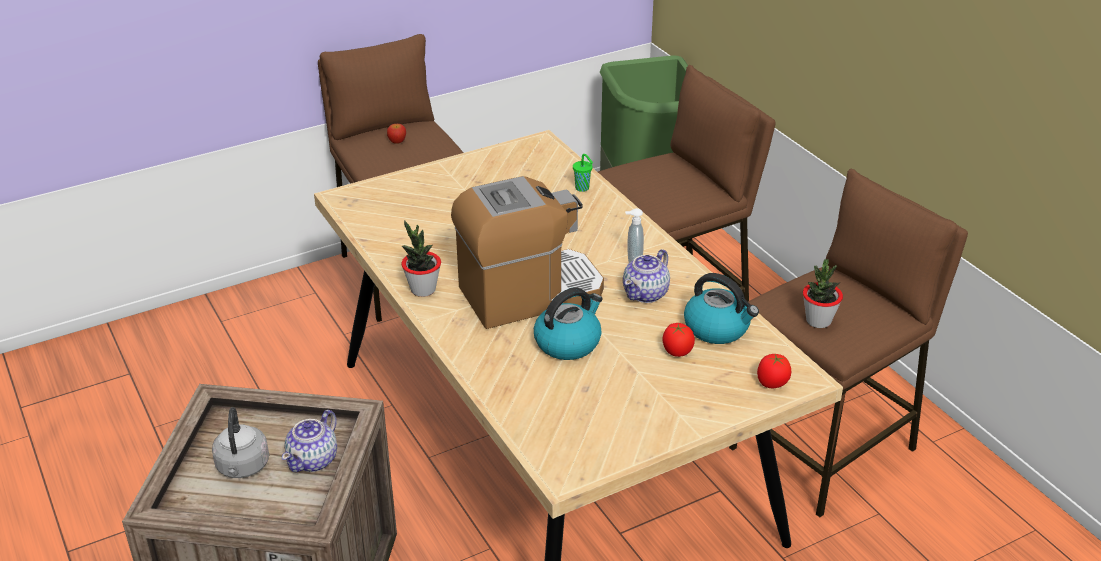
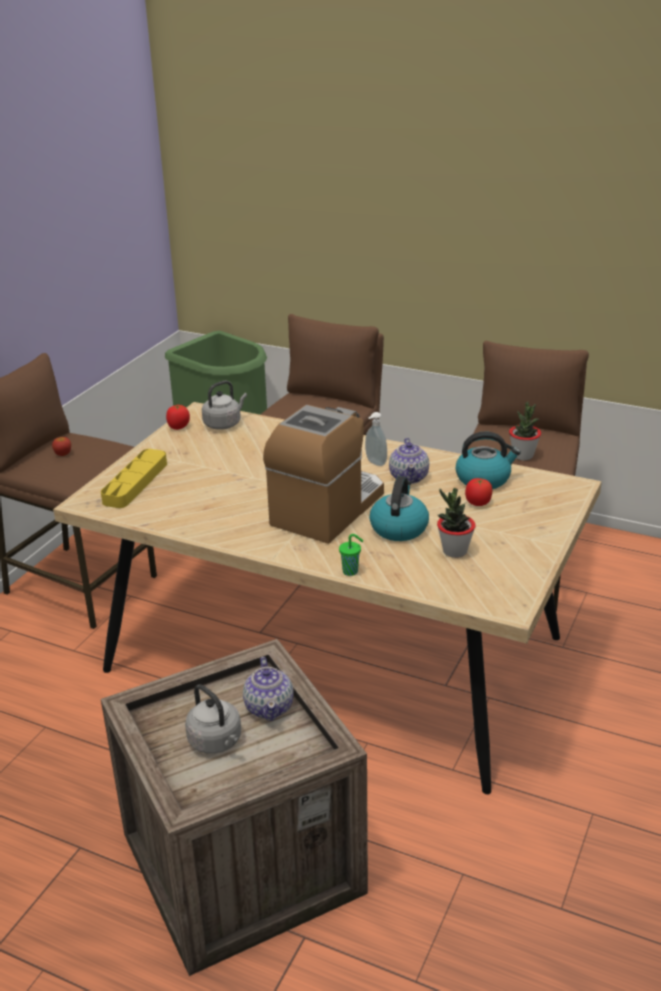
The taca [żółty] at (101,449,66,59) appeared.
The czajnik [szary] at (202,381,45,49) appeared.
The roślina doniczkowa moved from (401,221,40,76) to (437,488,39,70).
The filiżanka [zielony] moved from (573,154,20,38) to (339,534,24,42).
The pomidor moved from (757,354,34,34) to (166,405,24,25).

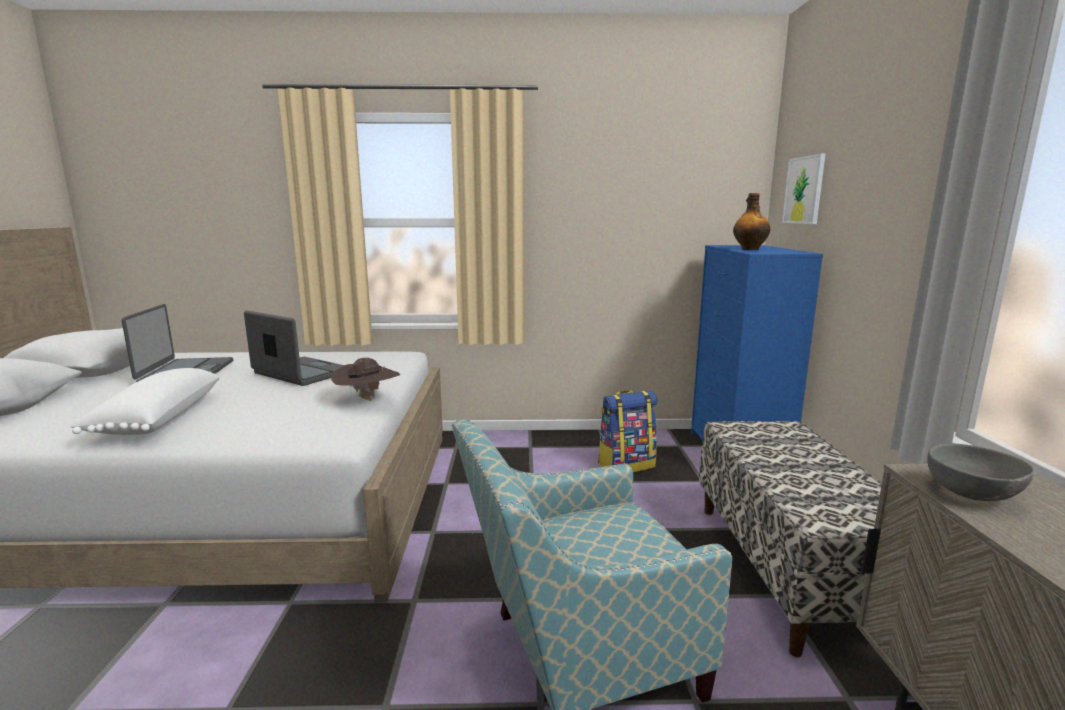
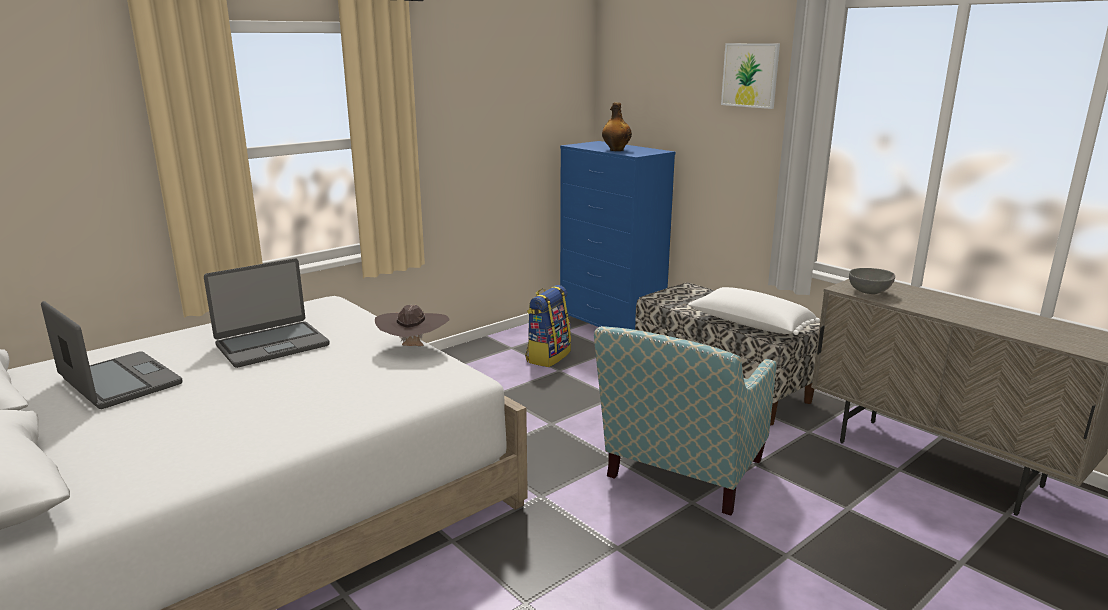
The poduszka [biały] moved from (70,368,150,67) to (688,287,132,48).
The obraz moved from (782,154,43,70) to (721,43,59,66).
The laptop at (244,310,100,76) turned 150 degrees clockwise.

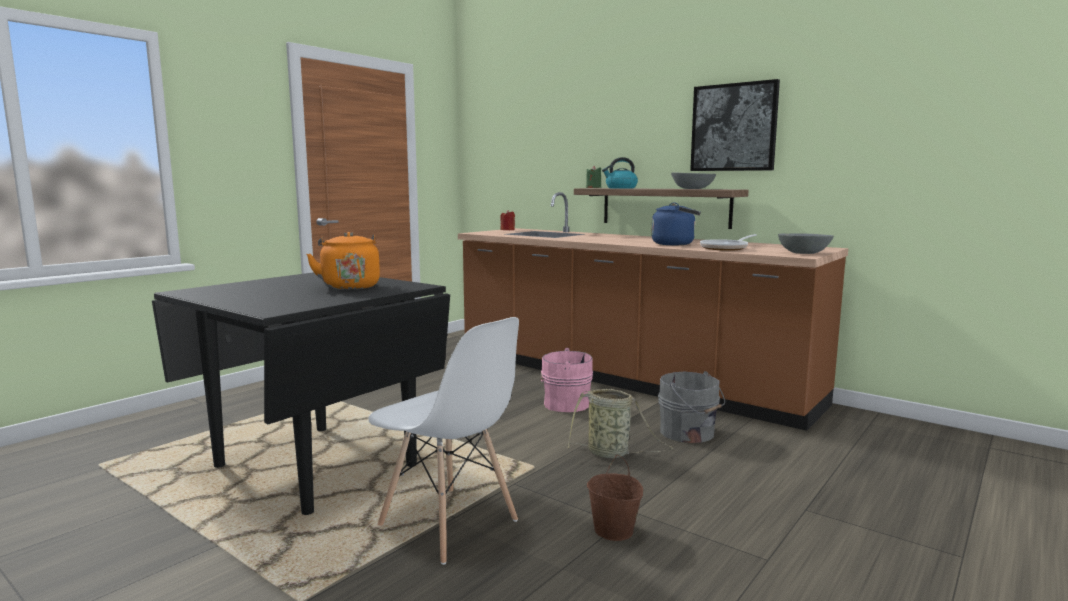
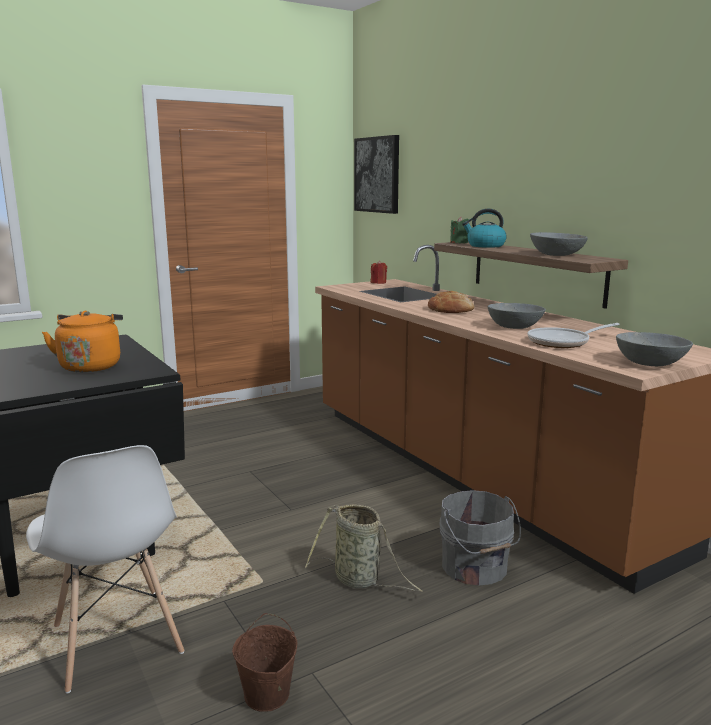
The wiadro [różowy] at (540,348,53,64) disappeared.
The chleb at (428,291,46,22) appeared.
The obraz moved from (690,79,90,92) to (354,135,45,79).
The czajnik [niebieski] at (651,203,50,42) was replaced by the miska [szary] at (488,303,58,26).

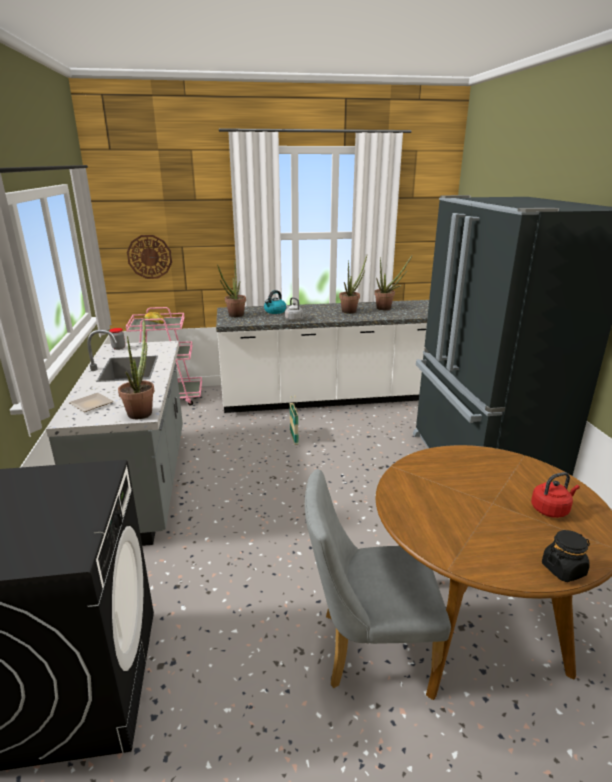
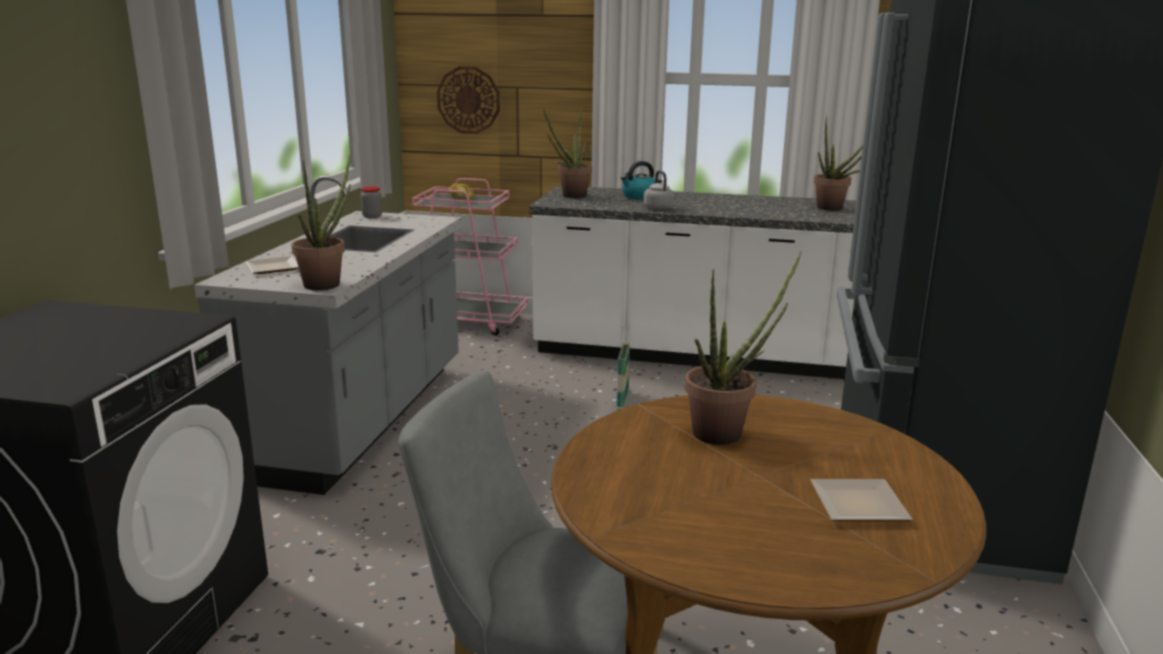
The słoik [czarny] at (542,530,48,52) disappeared.
The roślina doniczkowa moved from (339,255,28,59) to (685,251,117,194).
The czajnik [czerwony] at (531,472,49,46) was replaced by the talerz at (810,479,103,42).

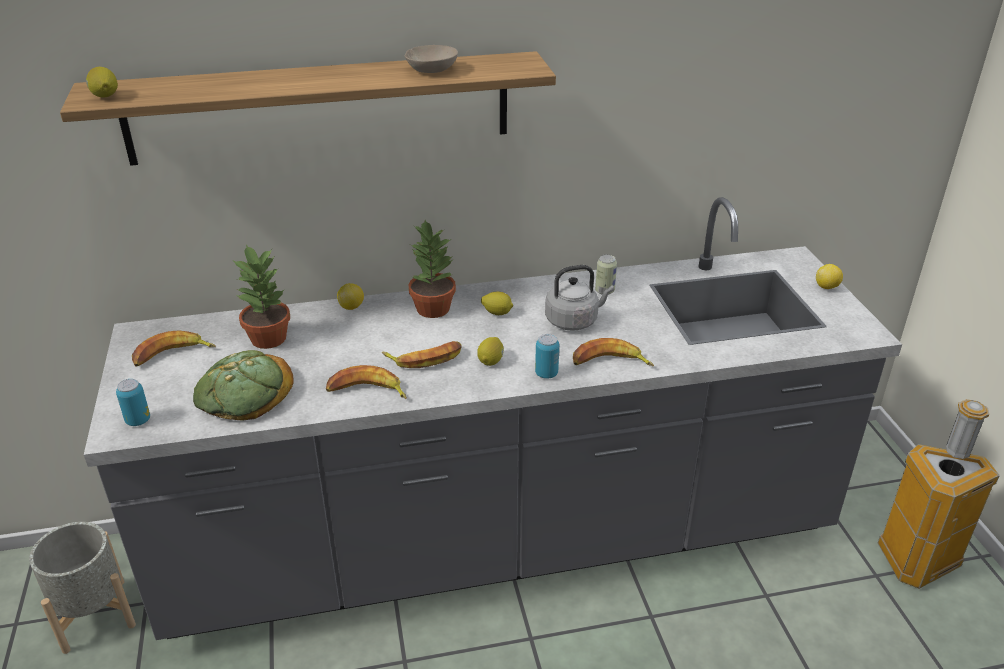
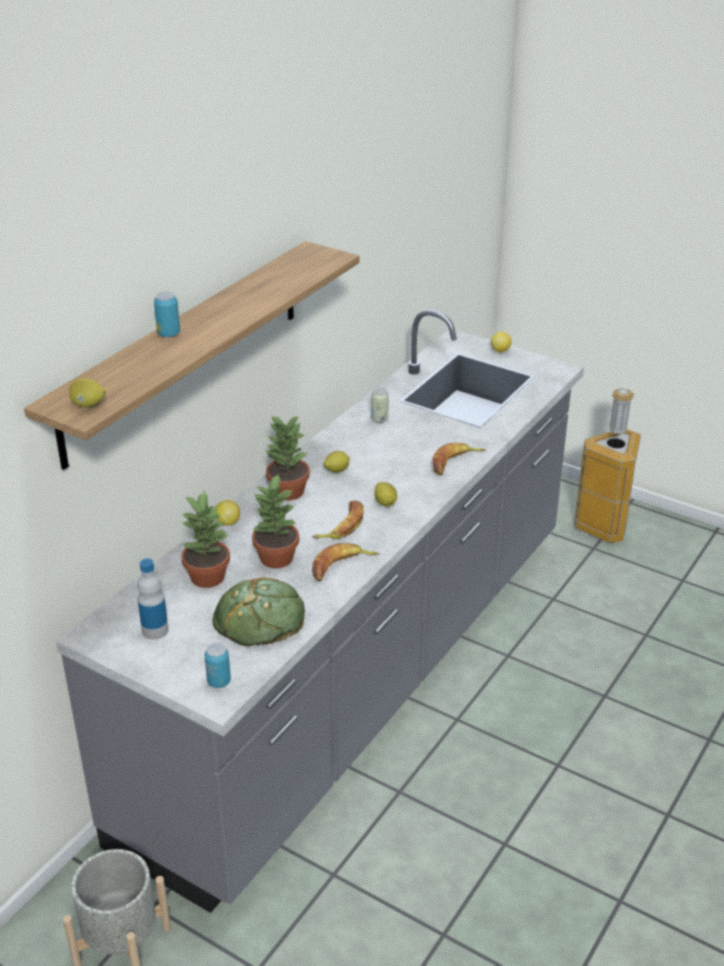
The miska [beżowy] at (405,45,53,28) disappeared.
The czajnik [szary] at (545,265,69,66) disappeared.
The roślina doniczkowa at (251,475,48,93) appeared.
The puszka moved from (535,334,24,45) to (154,291,26,46).
The banan at (132,330,84,37) was replaced by the butelka at (137,558,31,82).

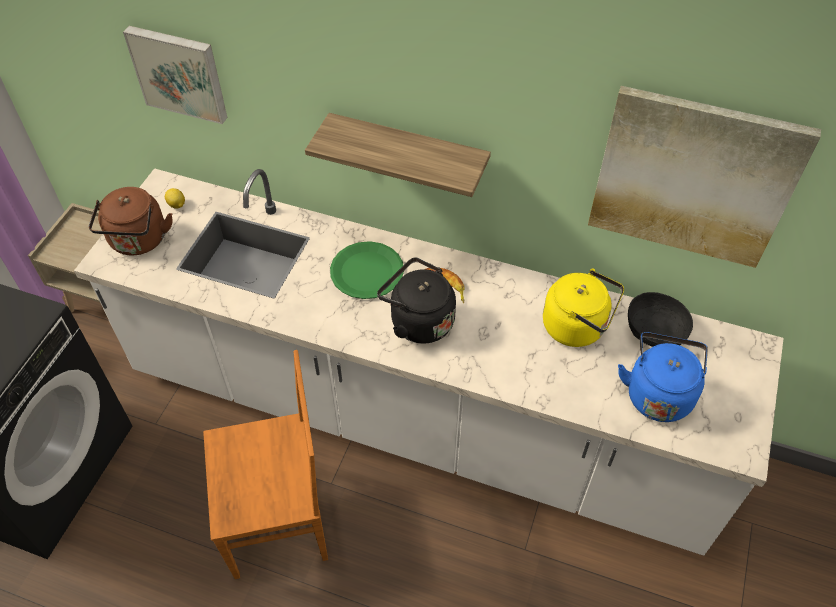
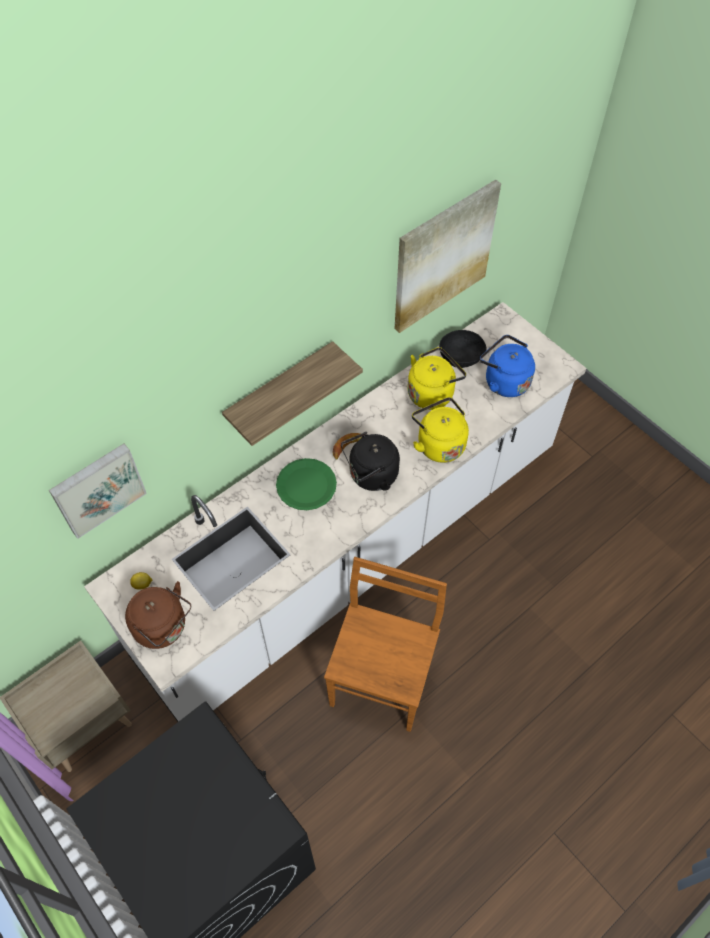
The czajnik [żółty] at (412,397,57,66) appeared.

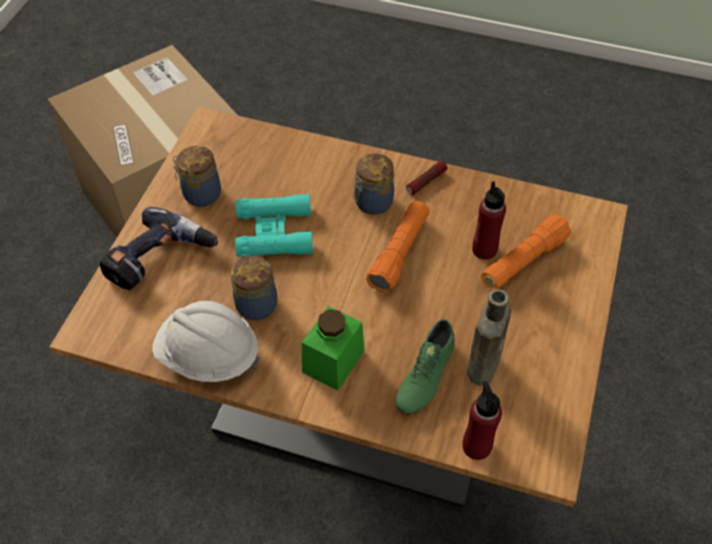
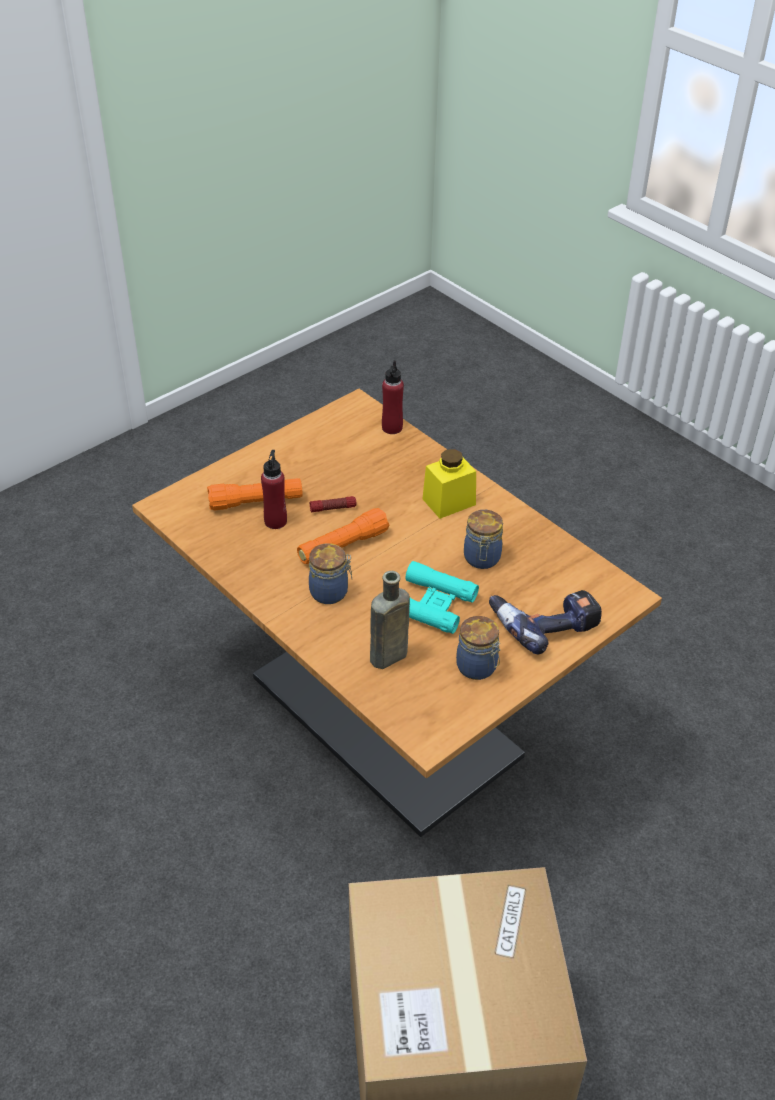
The kask [biały] at (152,301,108,81) disappeared.
The but [zielony] at (396,319,59,95) disappeared.
The latarka moved from (406,160,41,35) to (310,496,46,16).
The butelka [brązowy] moved from (467,289,44,97) to (370,571,40,98).
The słoik [zielony] at (302,306,62,85) became the słoik [żółty] at (422,449,54,70).

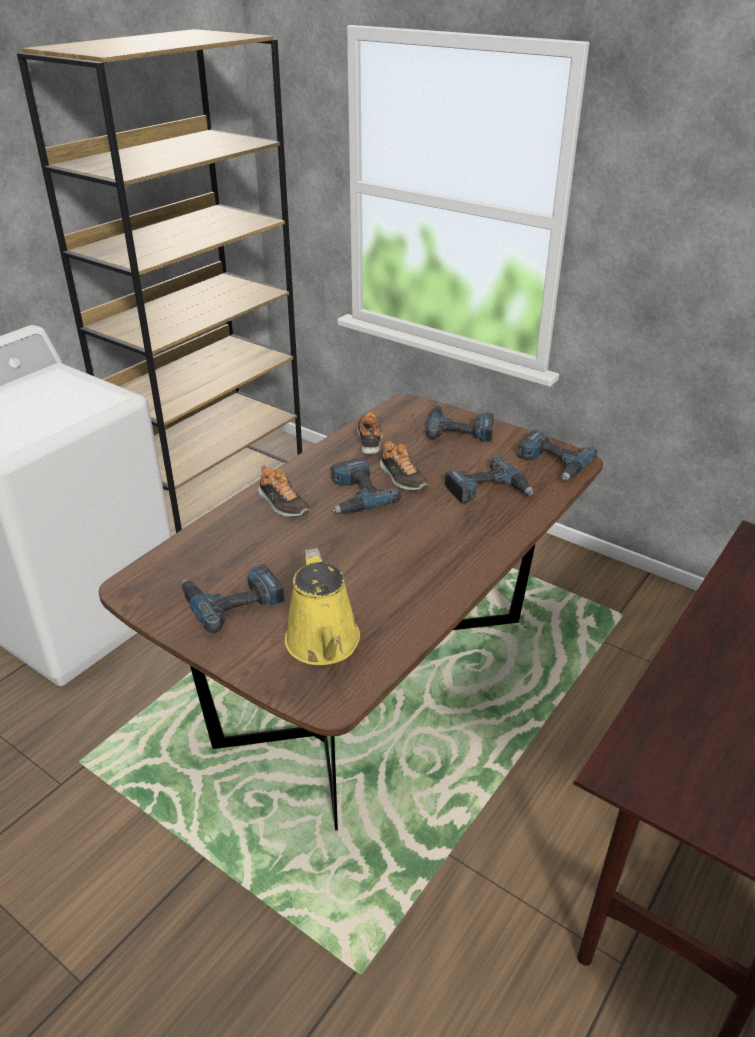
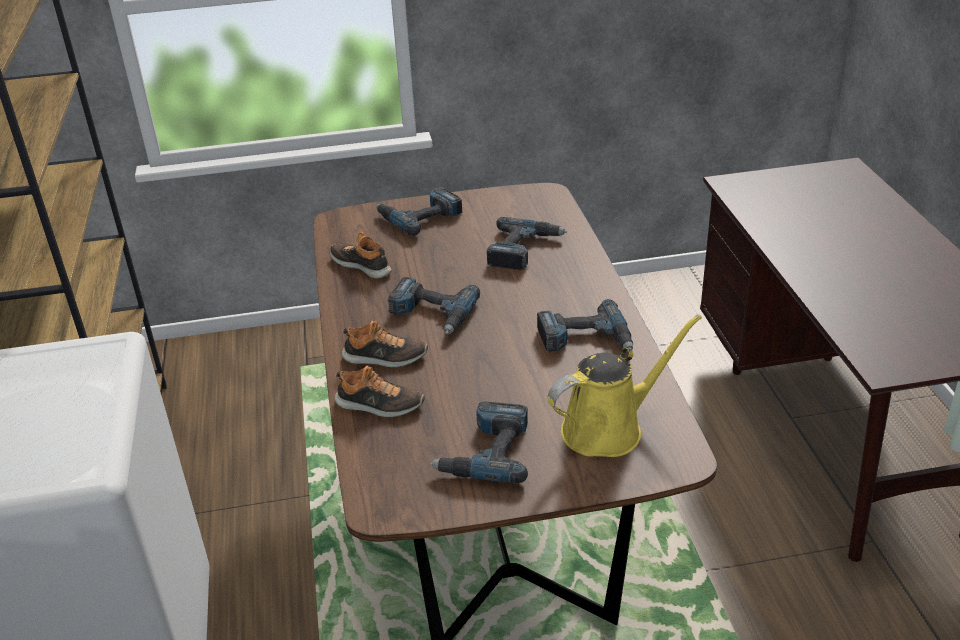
The but moved from (379,440,49,50) to (335,366,90,51).
The wiertarka moved from (517,430,80,51) to (537,299,96,53).
The konewka [żółty] at (285,548,75,117) turned 60 degrees counterclockwise.

